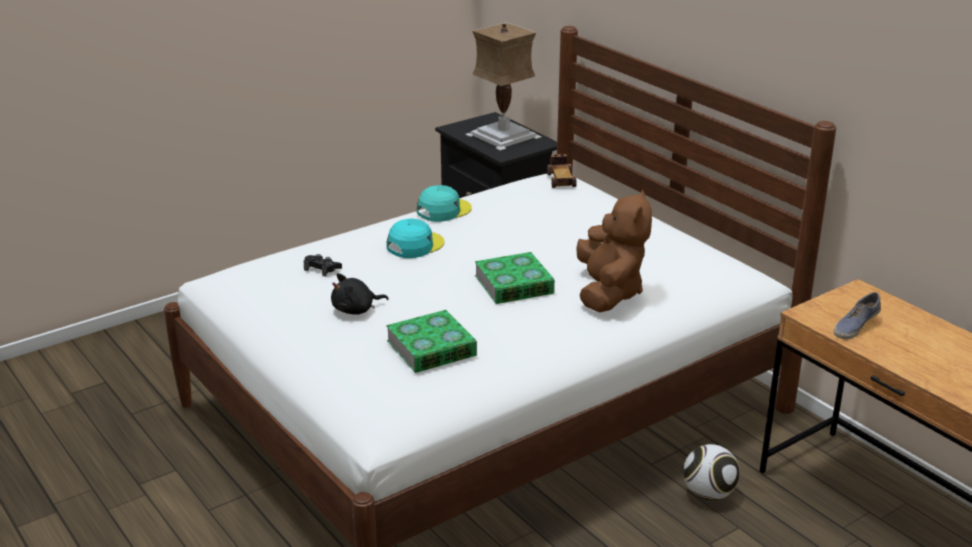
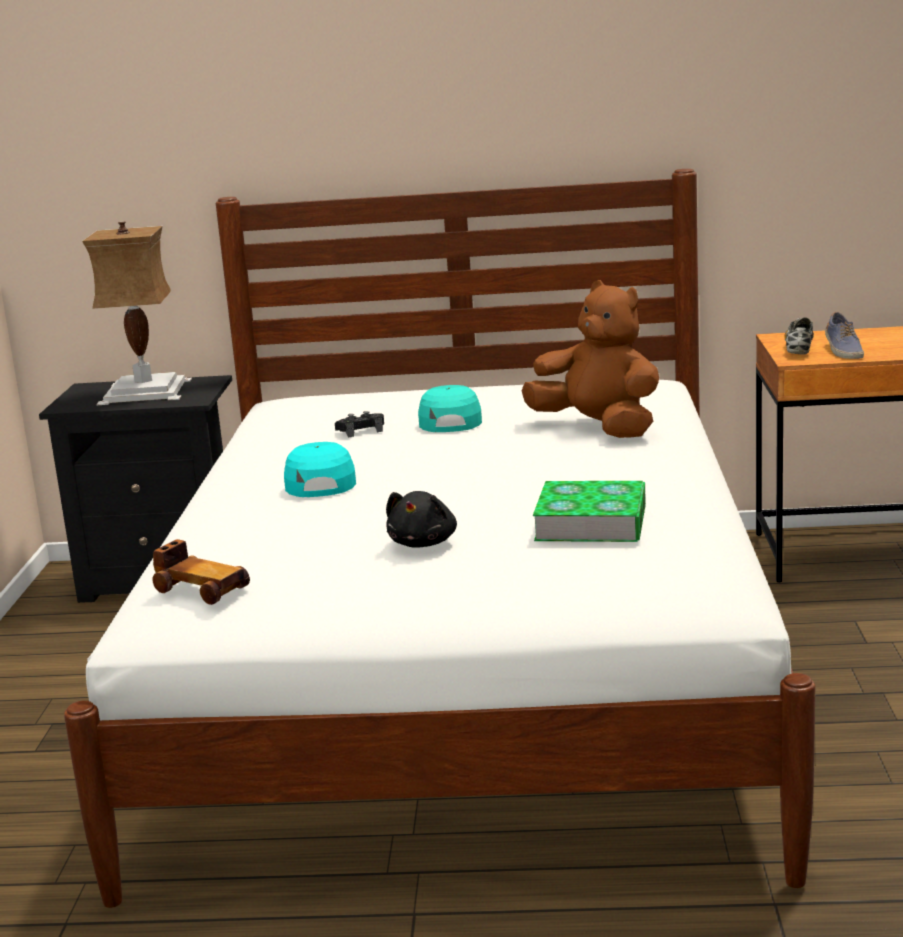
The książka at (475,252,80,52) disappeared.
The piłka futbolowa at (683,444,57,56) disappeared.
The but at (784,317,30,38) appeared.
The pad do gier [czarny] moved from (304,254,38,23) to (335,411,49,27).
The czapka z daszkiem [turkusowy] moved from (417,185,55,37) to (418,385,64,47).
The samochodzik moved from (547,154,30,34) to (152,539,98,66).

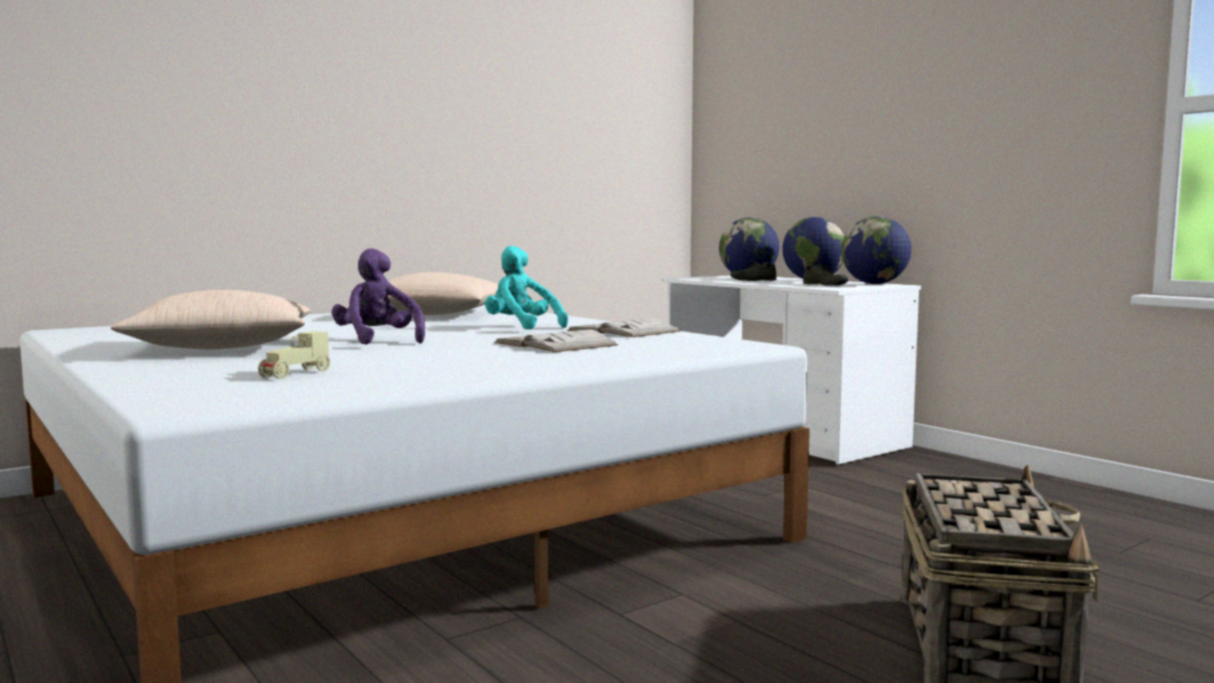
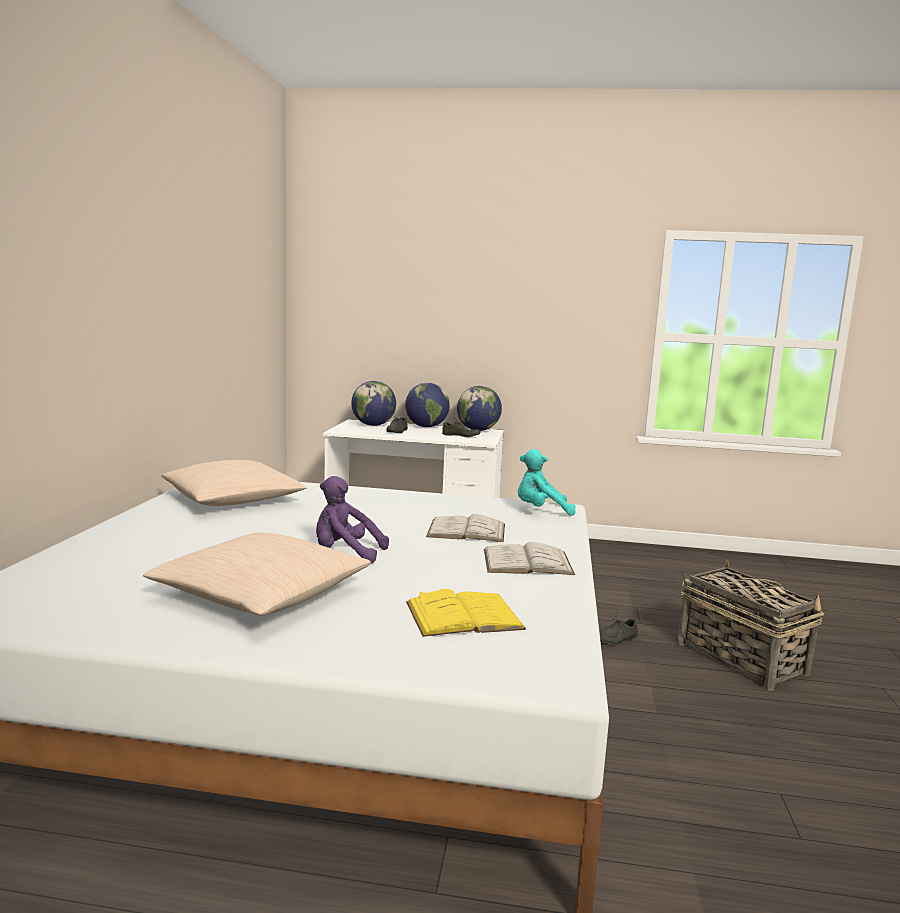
The but [szary] at (599,610,39,35) appeared.
The pluszak [turkusowy] moved from (485,246,83,84) to (518,449,58,67).
The książka [biały] moved from (567,318,114,19) to (484,542,91,33).
The samochodzik [beżowy] at (258,331,72,48) was replaced by the książka [żółty] at (406,589,120,48).

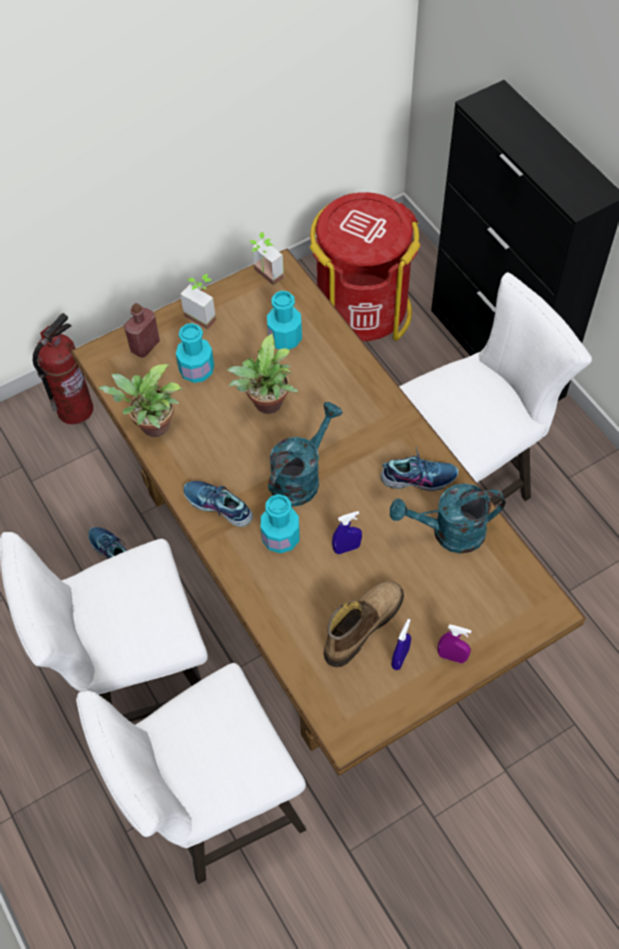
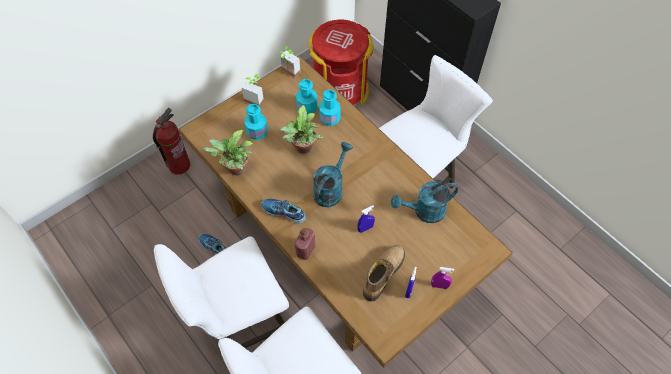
The but at (380,447,79,44) disappeared.
The butelka [czerwony] moved from (124,303,36,54) to (294,228,21,32).
The butelka [turkusowy] moved from (260,494,40,59) to (319,90,22,36).

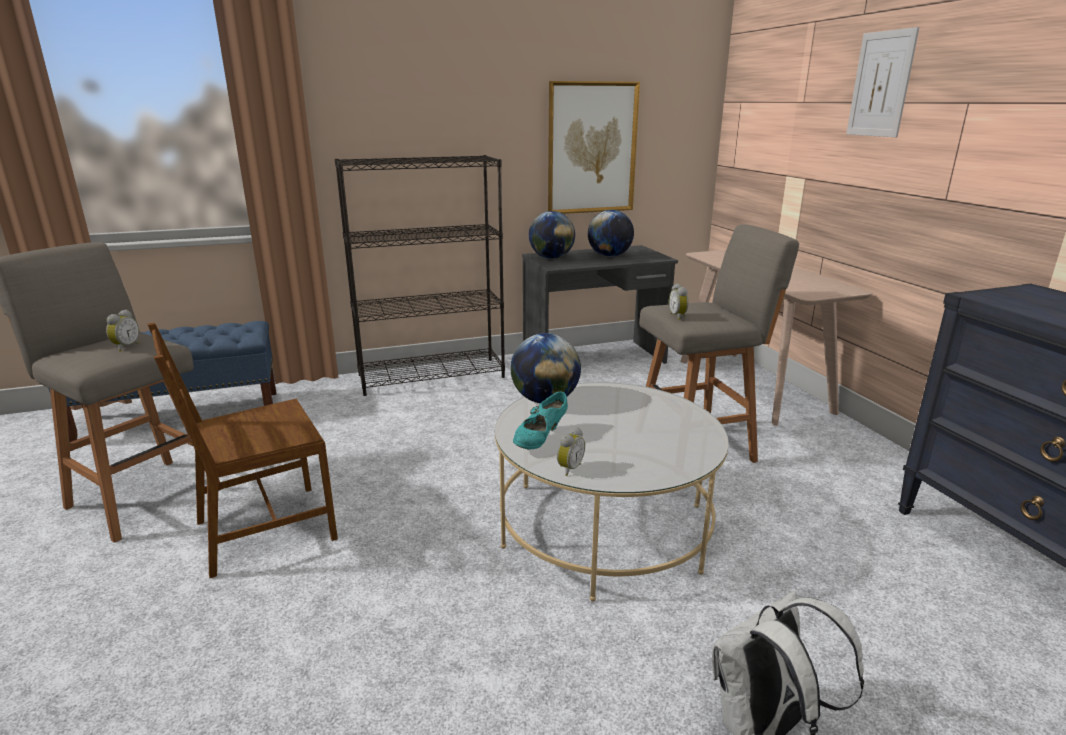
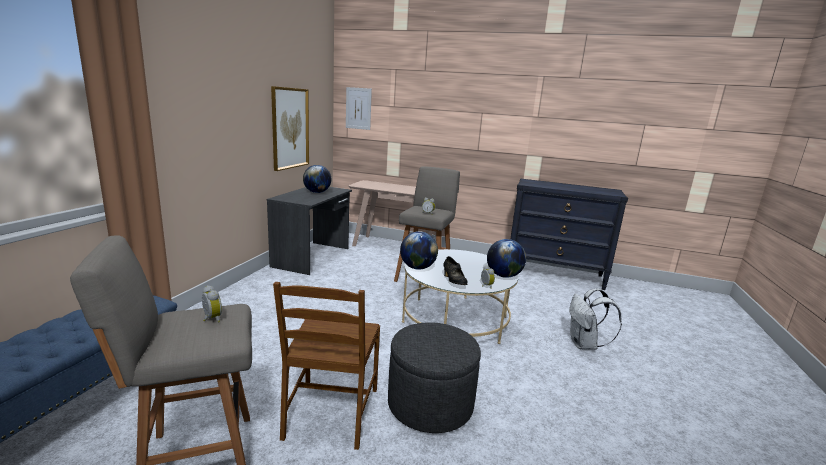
The regał [czarny] at (335,155,170,241) disappeared.
The pufa [szary] at (388,322,93,111) appeared.
The globus moved from (529,211,46,48) to (487,239,39,39).
The obraz moved from (846,27,73,110) to (346,87,26,43).
The but [turkusowy] at (513,392,55,58) became the but [czarny] at (443,256,25,29).

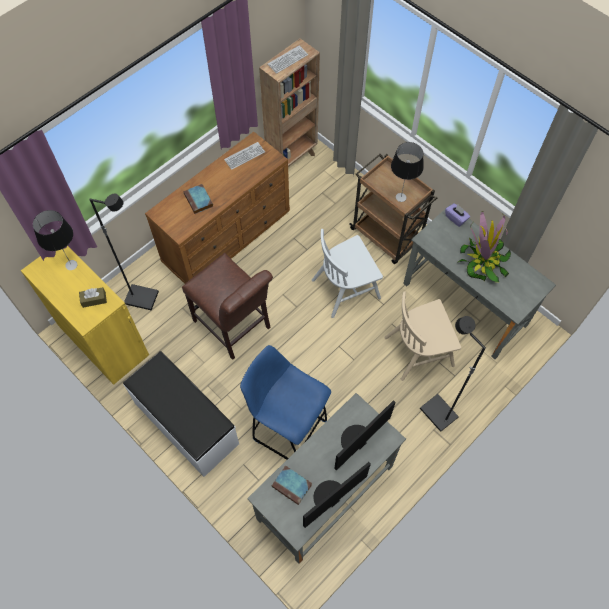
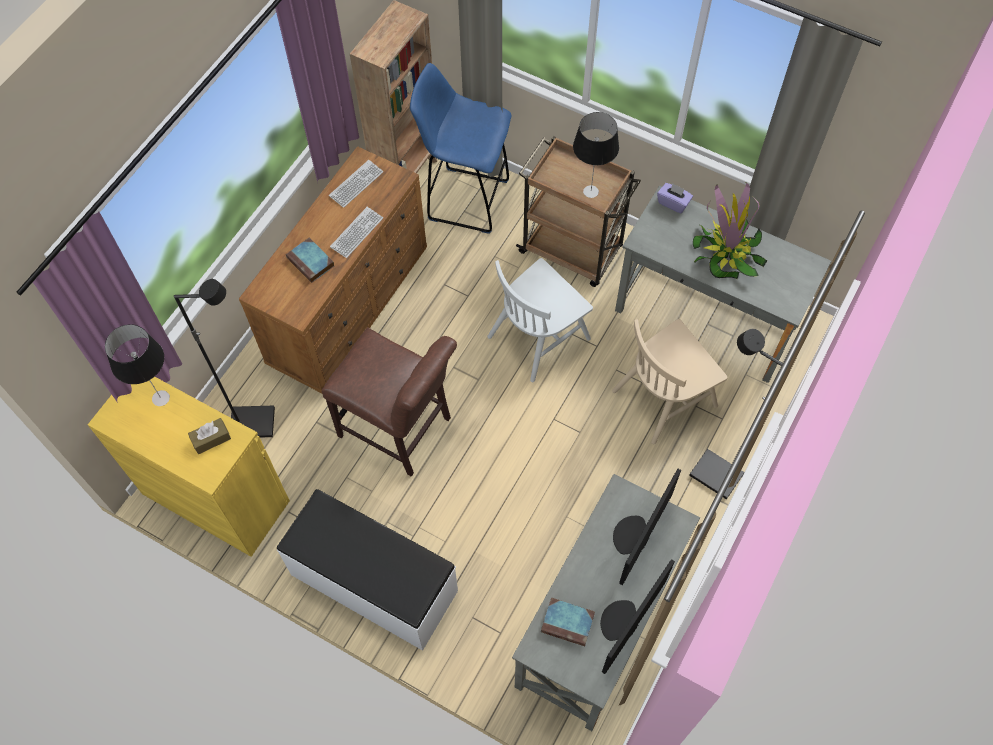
The stołek [niebieski] moved from (240,345,91,115) to (410,63,102,171).
The klawiatura moved from (268,45,40,29) to (330,207,53,51).

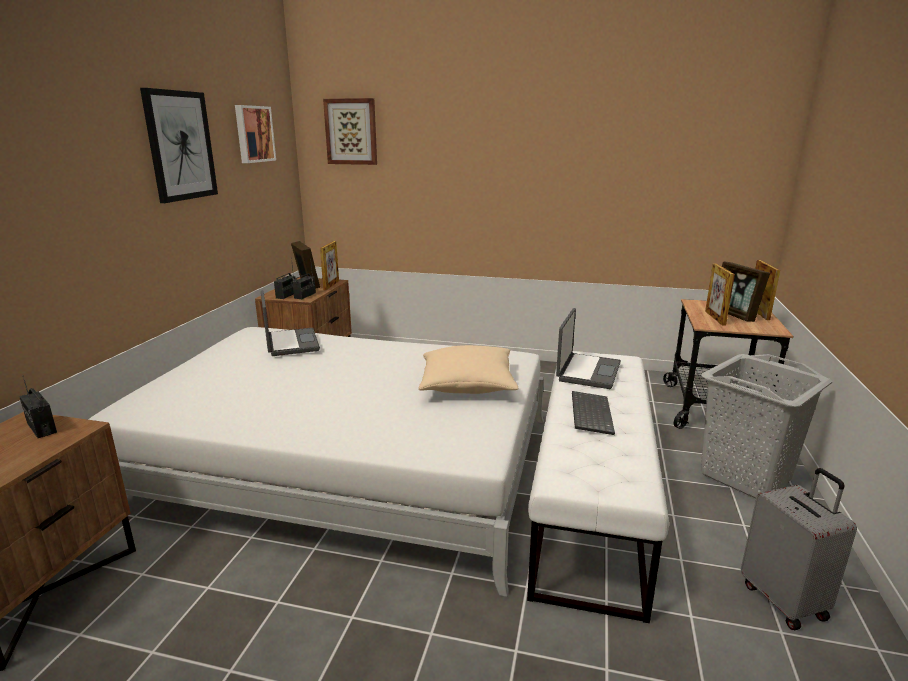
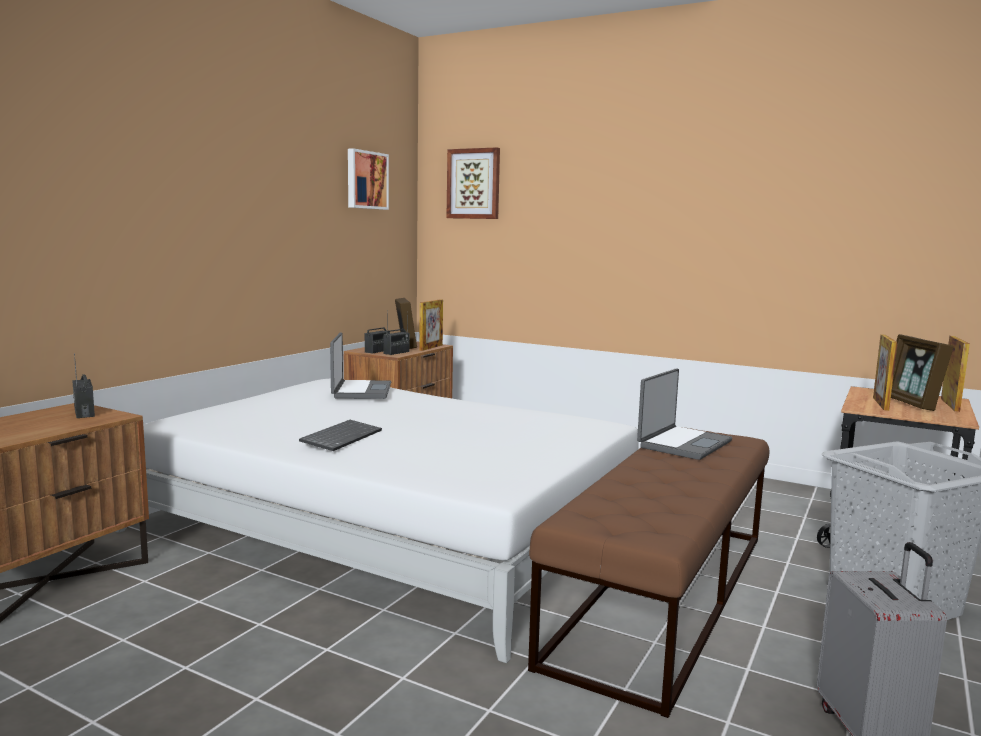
The obraz at (140,88,78,115) disappeared.
The poduszka [beżowy] at (418,345,100,49) disappeared.
The klawiatura moved from (572,391,43,44) to (299,420,83,31).
The ławka [biały] at (527,351,142,272) became the ławka [brązowy] at (528,427,242,291).

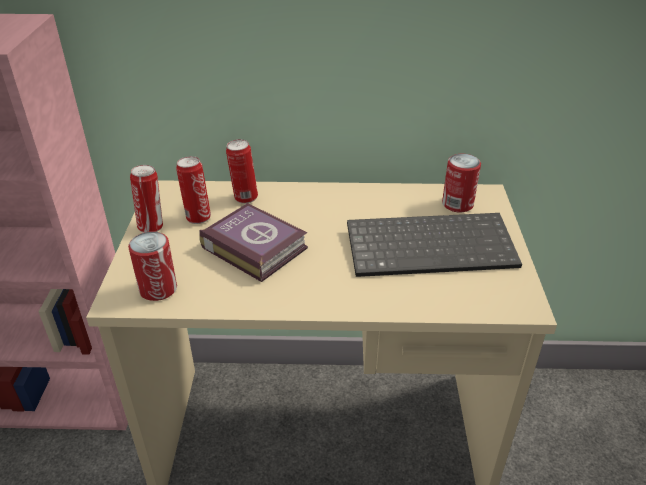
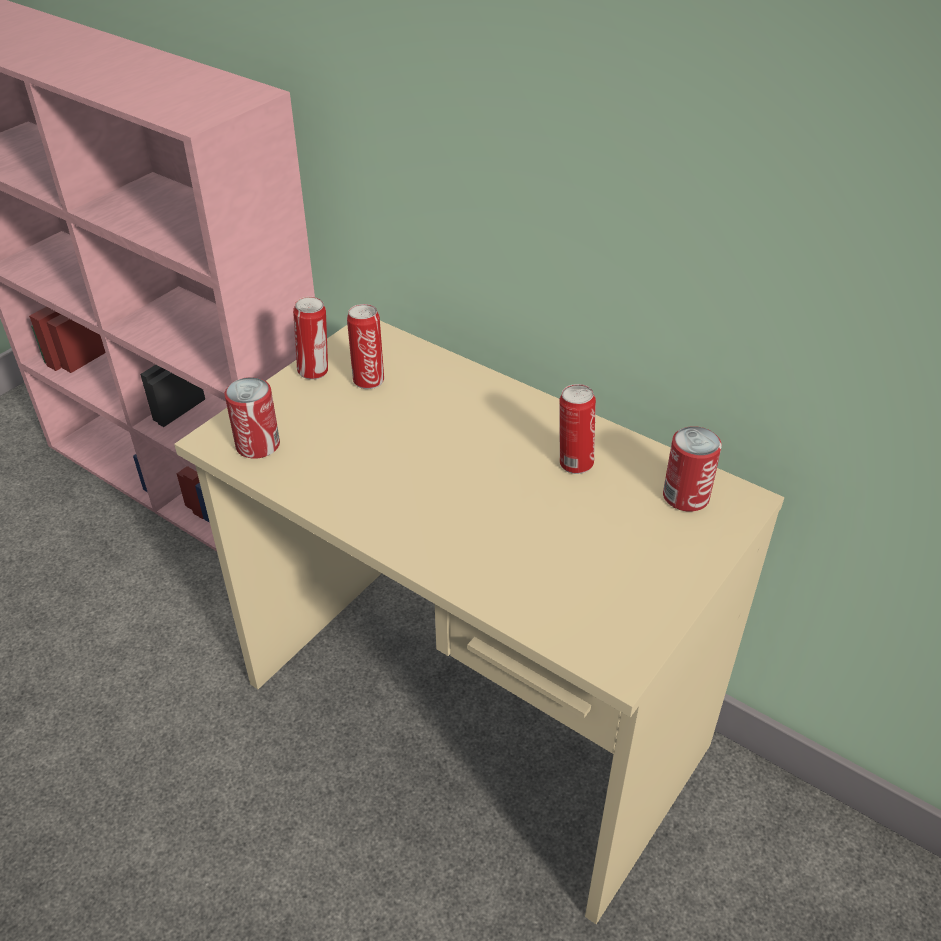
The książka at (199,203,109,79) disappeared.
The klawiatura at (347,213,175,64) disappeared.
The puszka moved from (226,139,32,65) to (559,384,37,90).

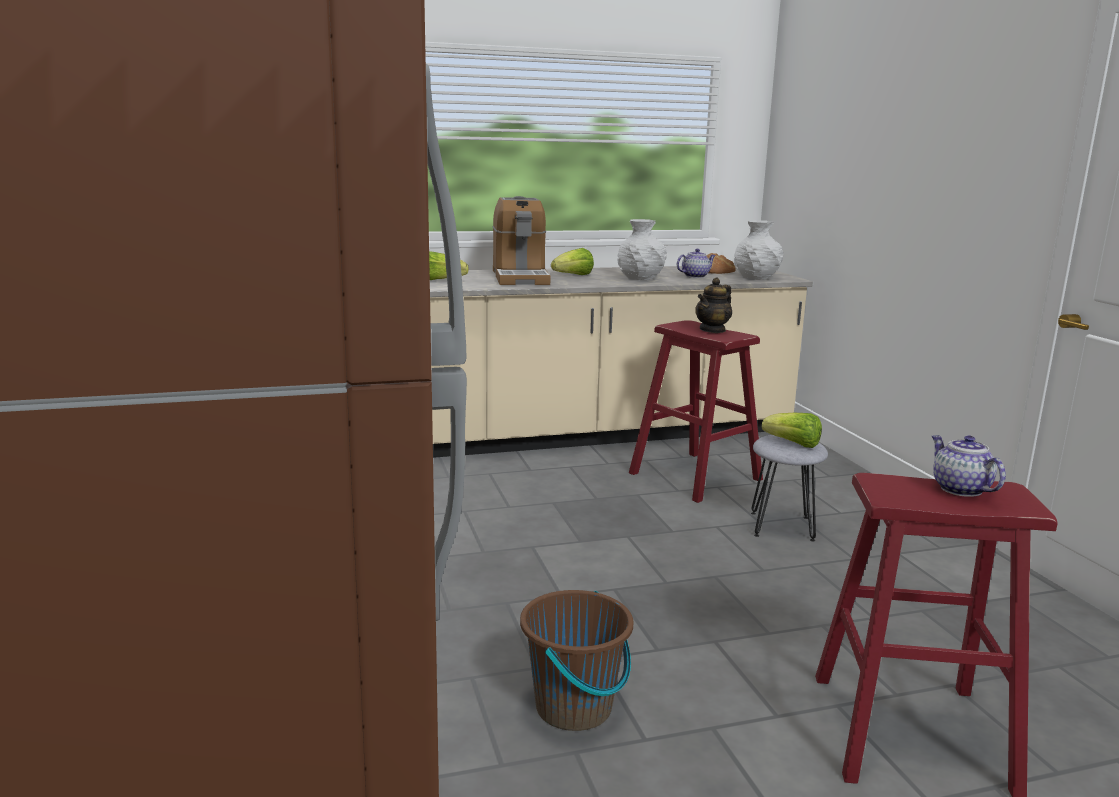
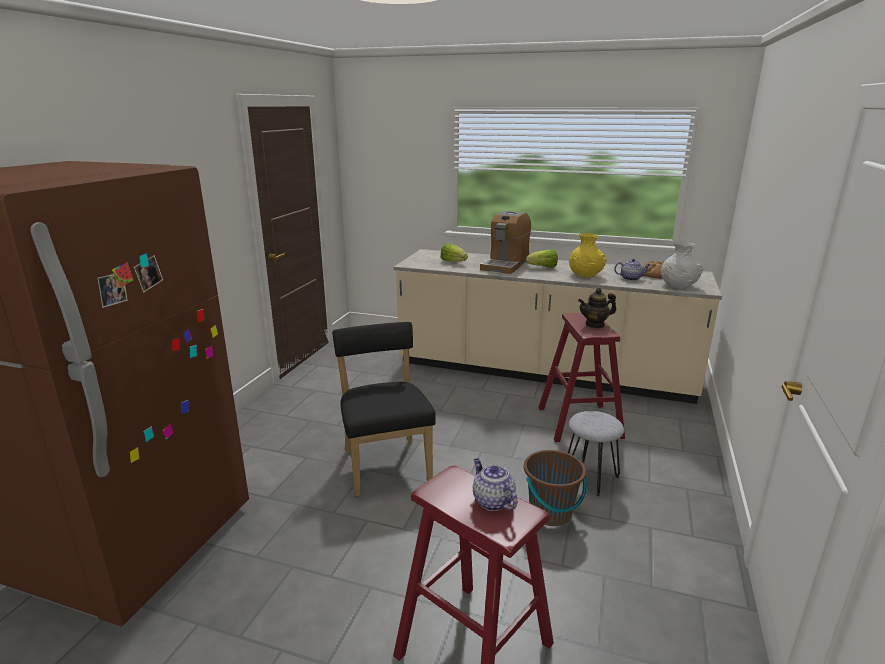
The sałata at (762,413,60,35) disappeared.
The krzesło [czarny] at (332,322,104,174) appeared.
The wiadro [brązowy] moved from (520,590,113,141) to (524,450,63,76).
The wazon [biały] at (617,219,50,61) became the wazon [żółty] at (569,233,38,45).
The imbryk at (932,435,74,62) turned 45 degrees counterclockwise.

